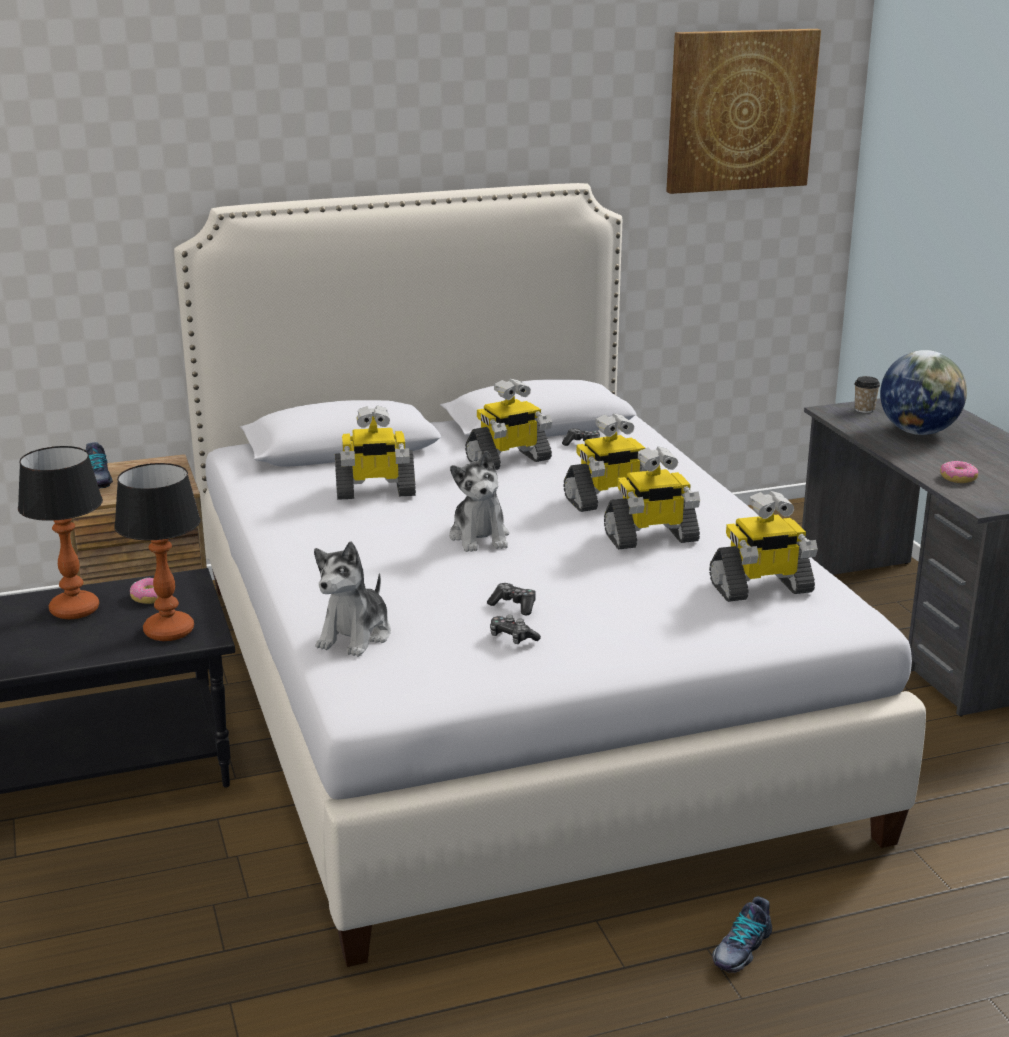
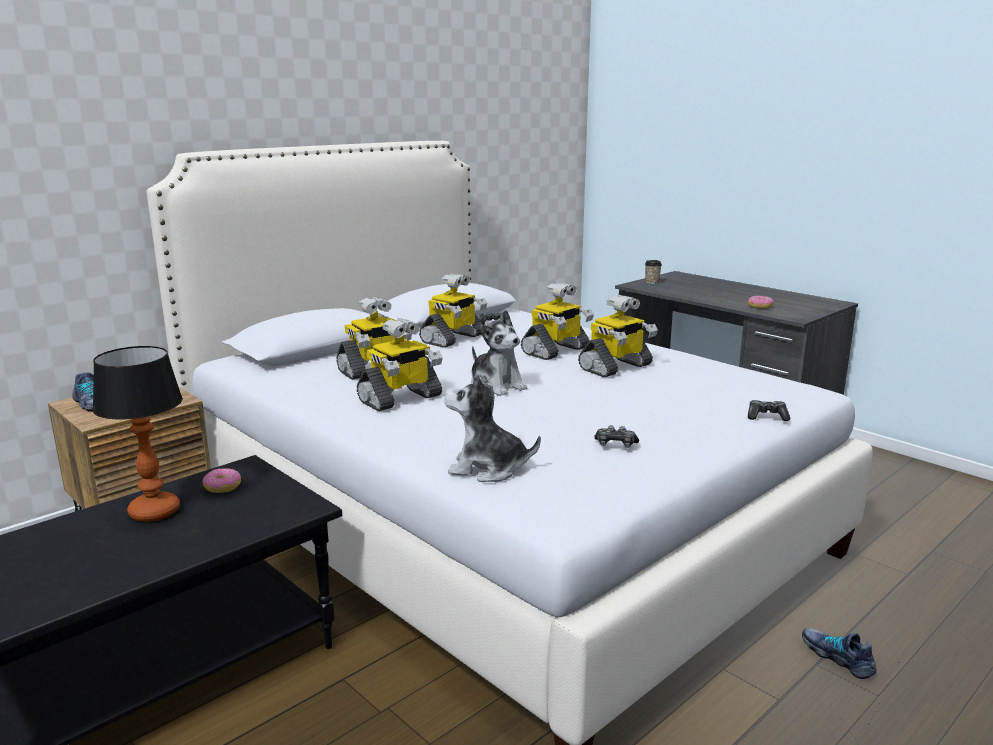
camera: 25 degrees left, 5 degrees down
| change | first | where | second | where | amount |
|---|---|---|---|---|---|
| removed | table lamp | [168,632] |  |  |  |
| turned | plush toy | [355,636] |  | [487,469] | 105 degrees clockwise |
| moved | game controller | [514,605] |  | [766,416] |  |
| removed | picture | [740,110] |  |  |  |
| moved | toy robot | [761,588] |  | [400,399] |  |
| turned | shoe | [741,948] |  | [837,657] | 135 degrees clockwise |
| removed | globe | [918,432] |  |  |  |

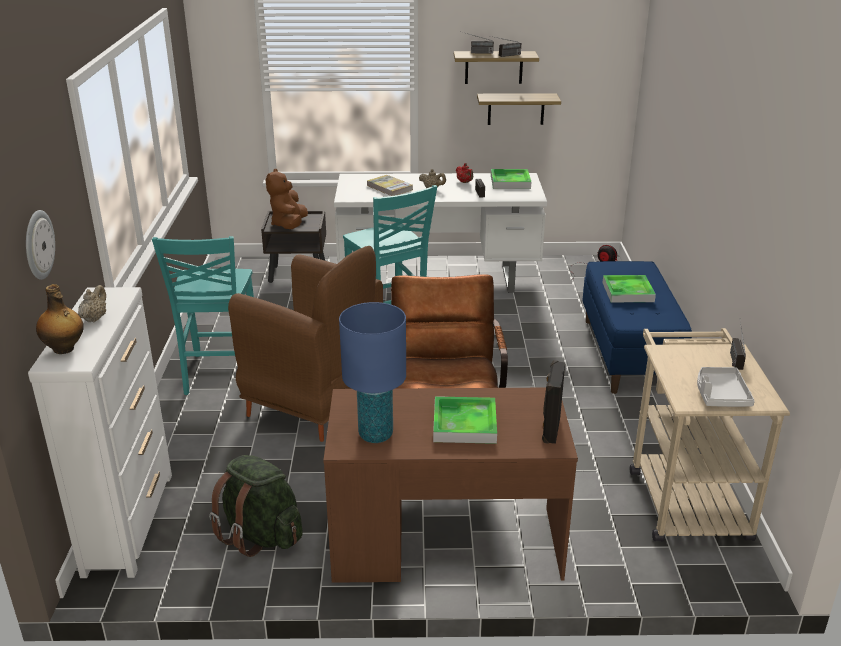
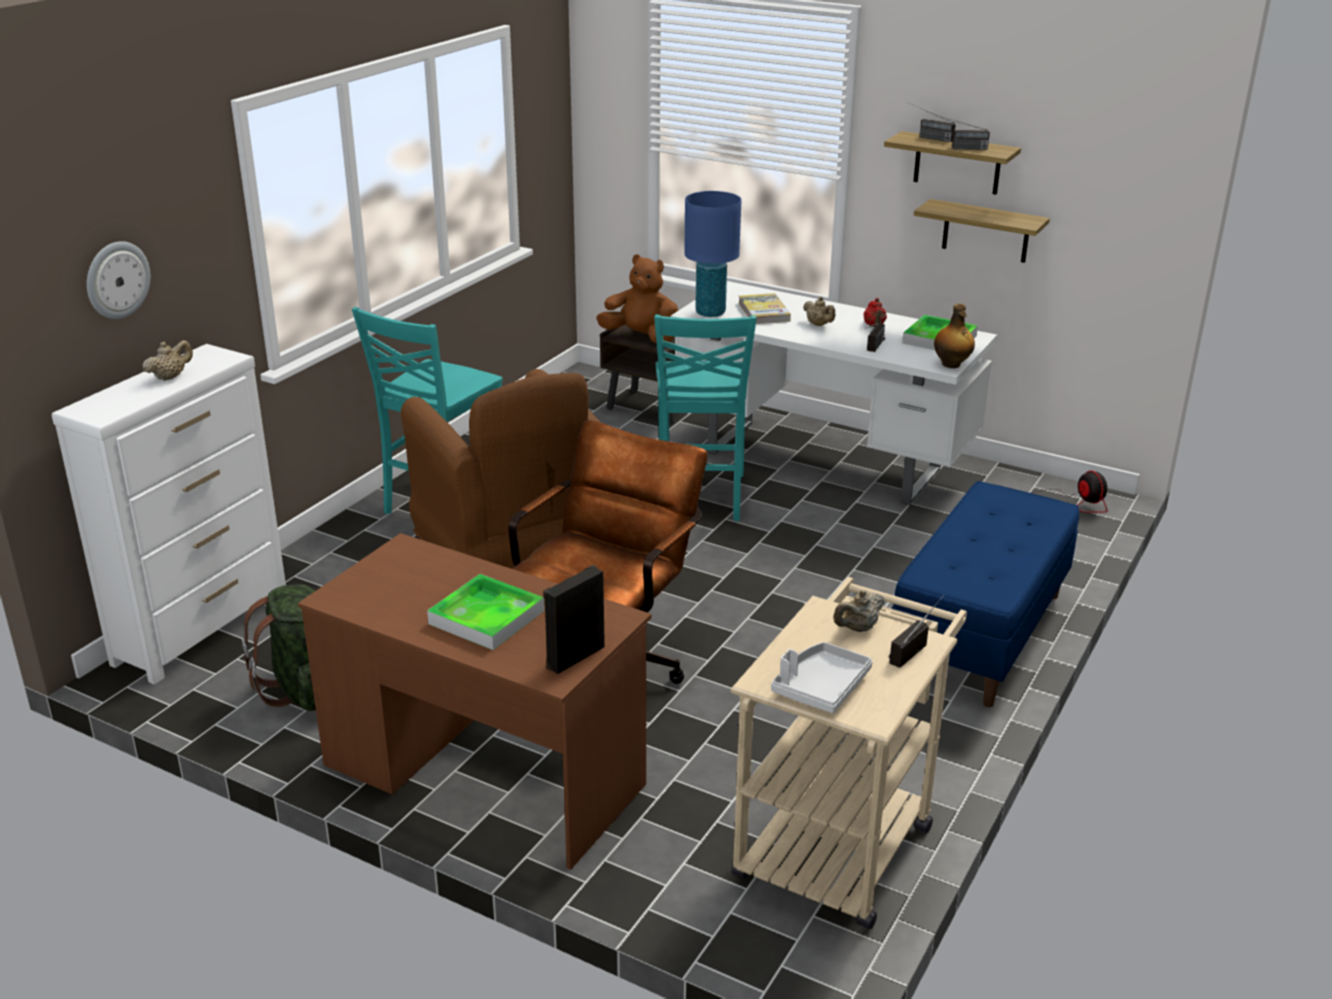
camera: 30 degrees right, 0 degrees up
| change | first | where | second | where | amount |
|---|---|---|---|---|---|
| moved | bottle | [64,349] |  | [951,365] |  |
| turned | brown plush toy | [289,225] |  | [641,337] | 75 degrees clockwise |
| moved | blue table lamp | [376,435] |  | [710,313] |  |
| removed | tray | [628,292] |  |  |  |
| added |  |  | beige teapot | [858,628] |  |

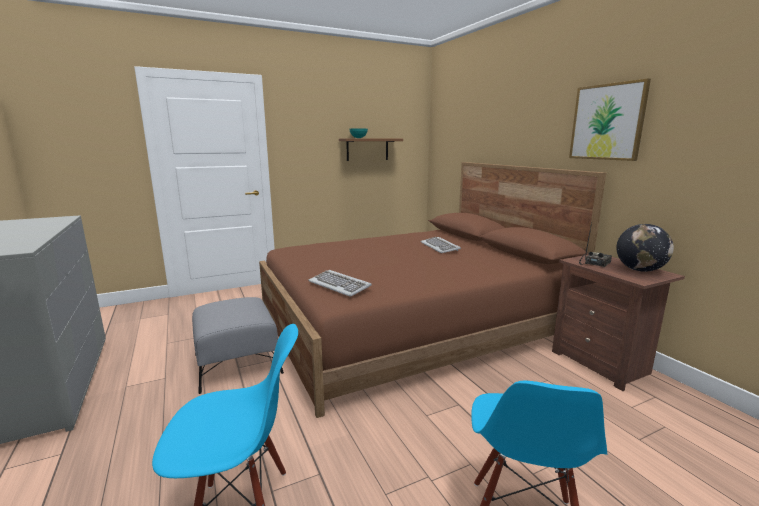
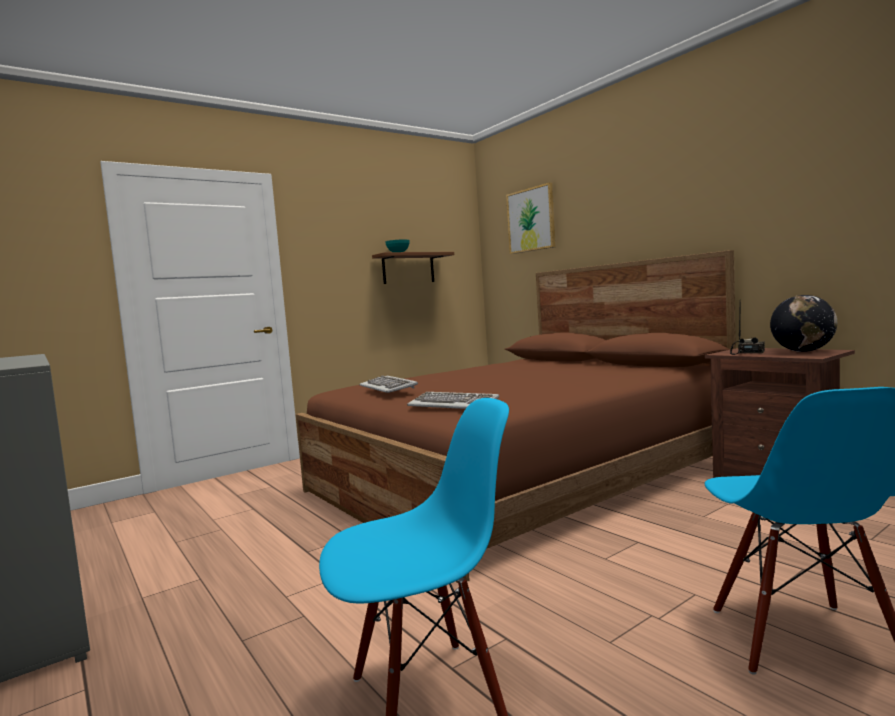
camera: 10 degrees left, 10 degrees down
| change | first | where | second | where | amount |
|---|---|---|---|---|---|
| removed | grey ottoman | [237,364] |  |  |  |
| moved | keyboard | [440,247] |  | [388,387] |  |
| moved | picture | [607,122] |  | [531,220] |  |

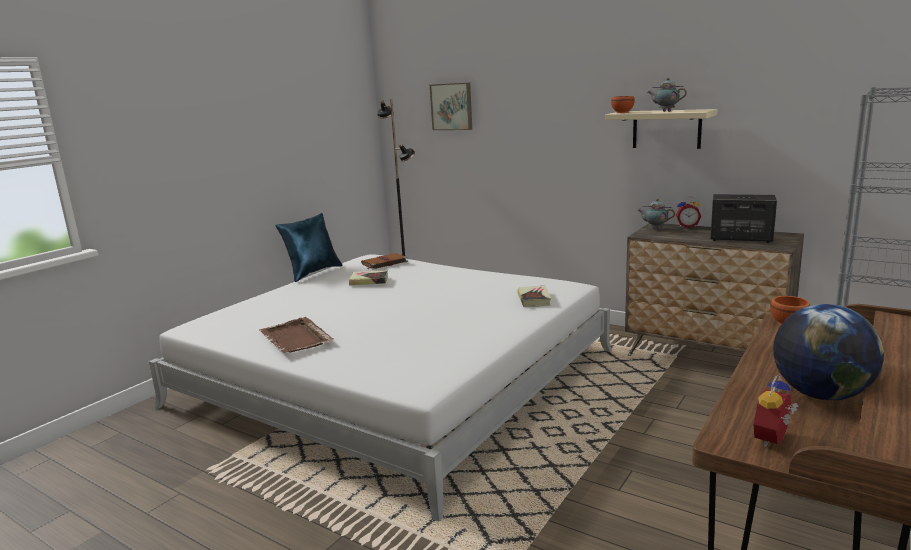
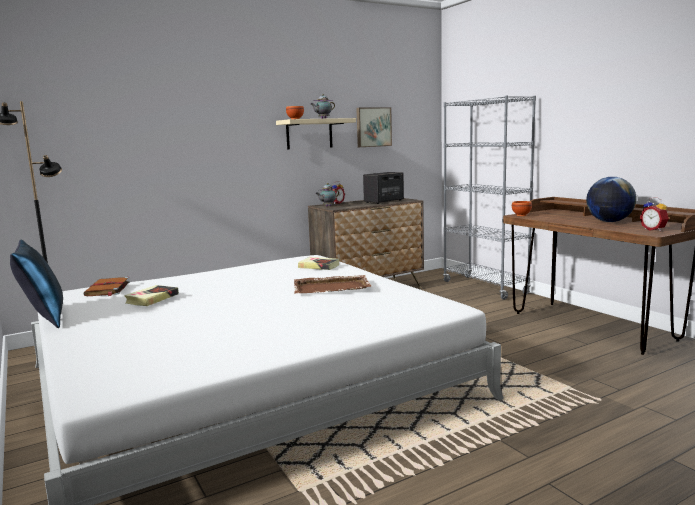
camera: 65 degrees left, 5 degrees down
| change | first | where | second | where | amount |
|---|---|---|---|---|---|
| moved | brown tray | [296,338] |  | [332,287] |  |
| moved | picture | [452,106] |  | [373,127] |  |

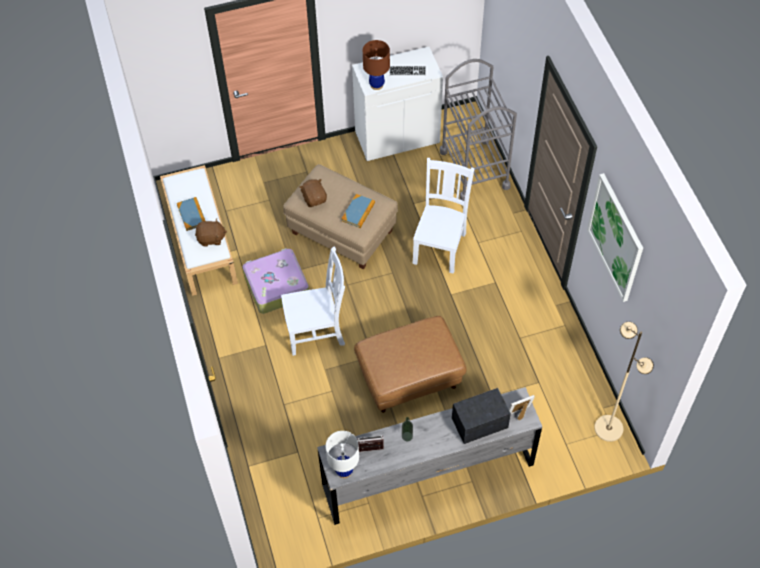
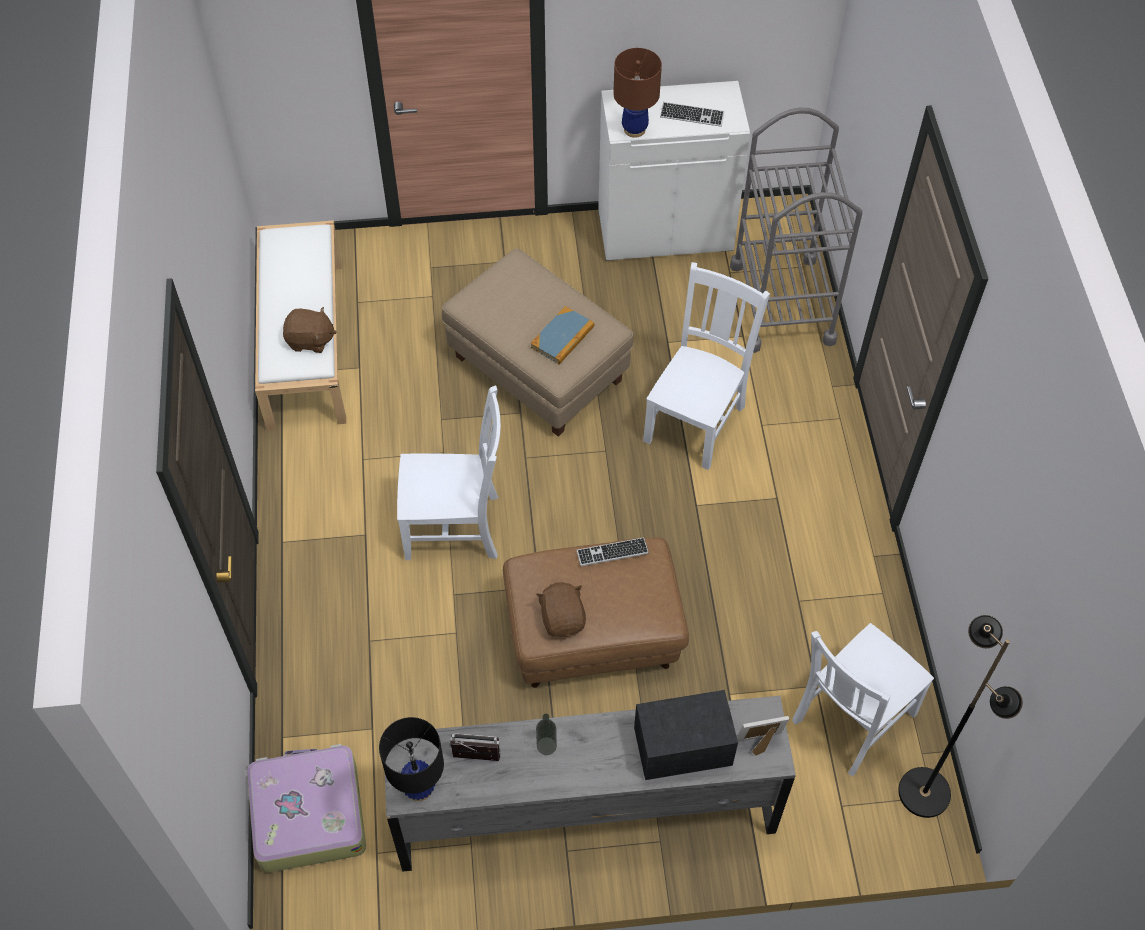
camera: 10 degrees right, 0 degrees up
| change | first | where | second | where | amount |
|---|---|---|---|---|---|
| removed | book | [191,215] |  |  |  |
| moved | suitcase | [276,286] |  | [308,814] |  |
| moved | brown plush toy | [314,199] |  | [563,618] |  |
| recoloured | white table lamp | [344,471] | black table lamp | [419,787] |  |
| removed | picture | [615,237] |  |  |  |
| recoloured | beige floor lamp | [608,428] | black floor lamp | [924,792] |  |
| added |  |  | keyboard | [612,552] |  |
| added |  |  | white chair | [851,719] |  |

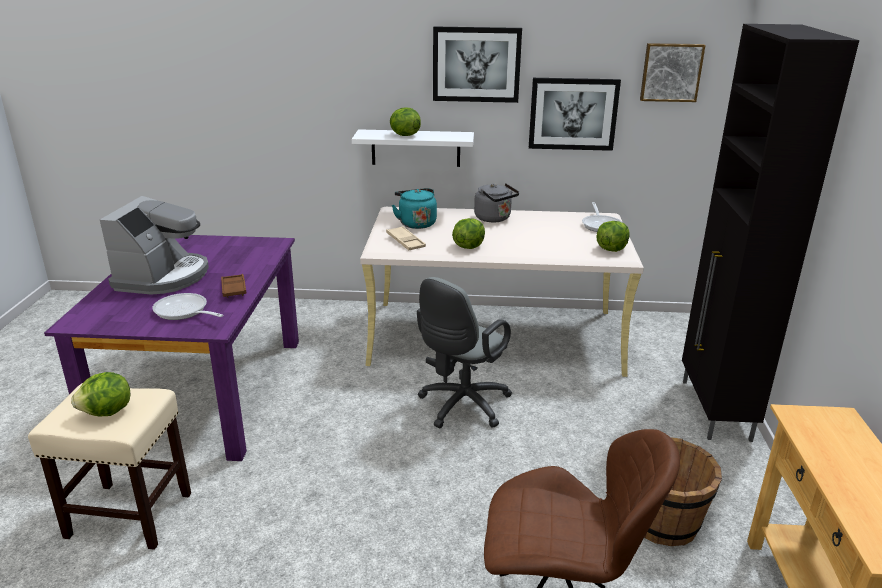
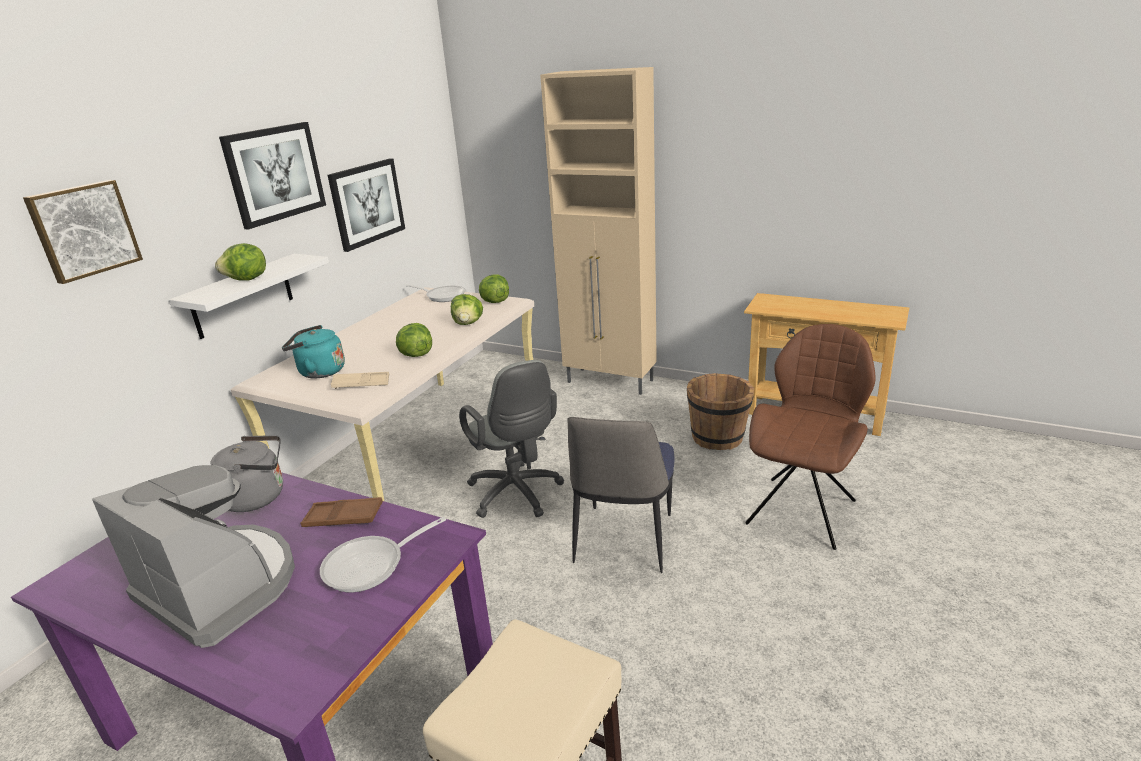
camera: 65 degrees left, 0 degrees up
| change | first | where | second | where | amount |
|---|---|---|---|---|---|
| moved | lettuce | [107,412] |  | [468,323] |  |
| moved | grey kettle | [494,219] |  | [259,497] |  |
| moved | picture | [671,72] |  | [84,230] |  |
| recoloured | black cabinet | [715,410] | beige cabinet | [611,382] |  |
| added |  |  | chair | [623,541] |  |

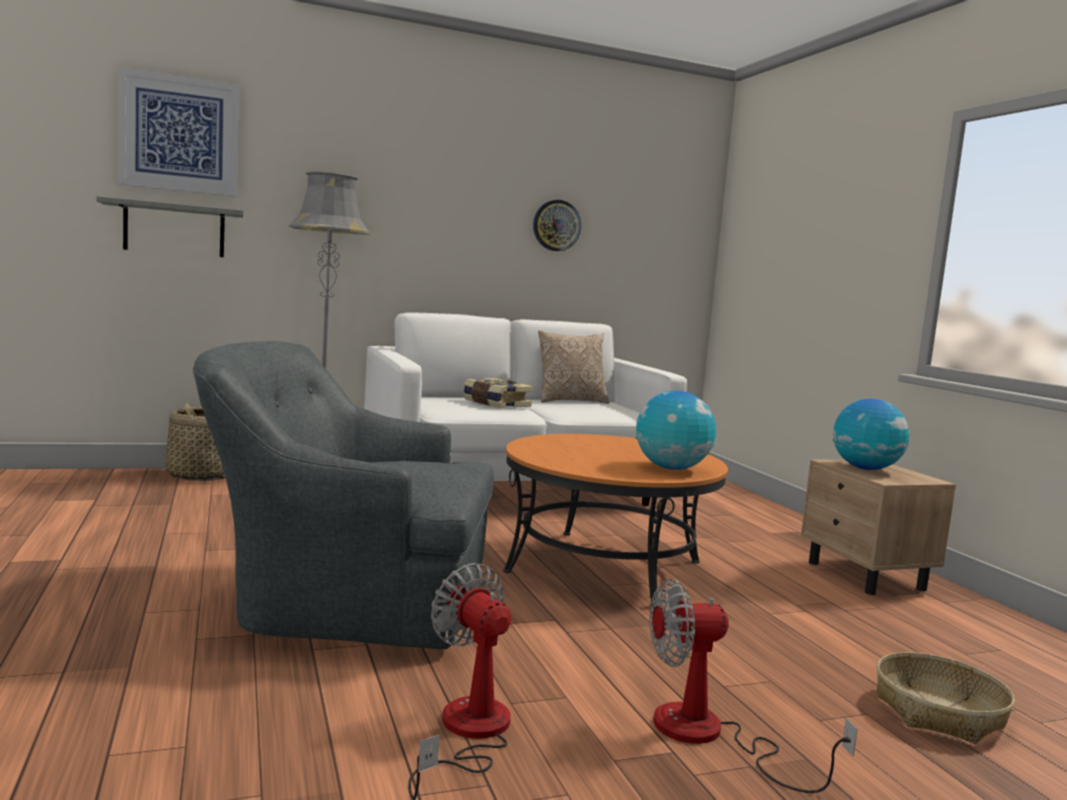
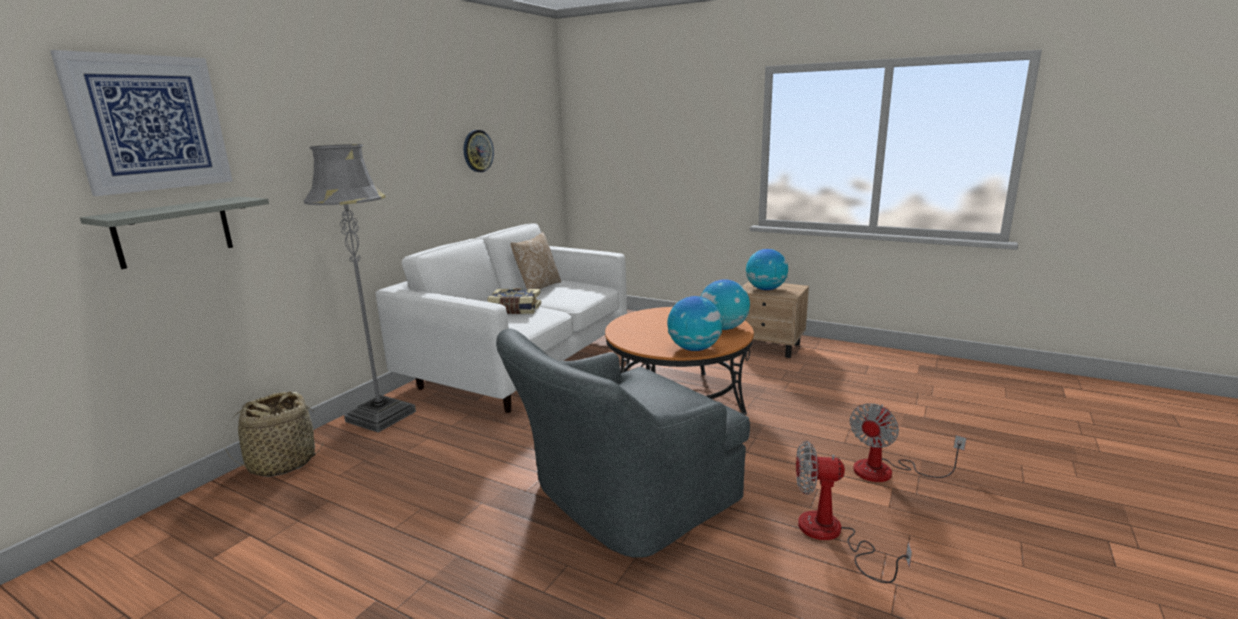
camera: 40 degrees left, 10 degrees up
| change | first | where | second | where | amount |
|---|---|---|---|---|---|
| removed | basket | [939,712] |  |  |  |
| added |  |  | globe | [694,349] |  |

